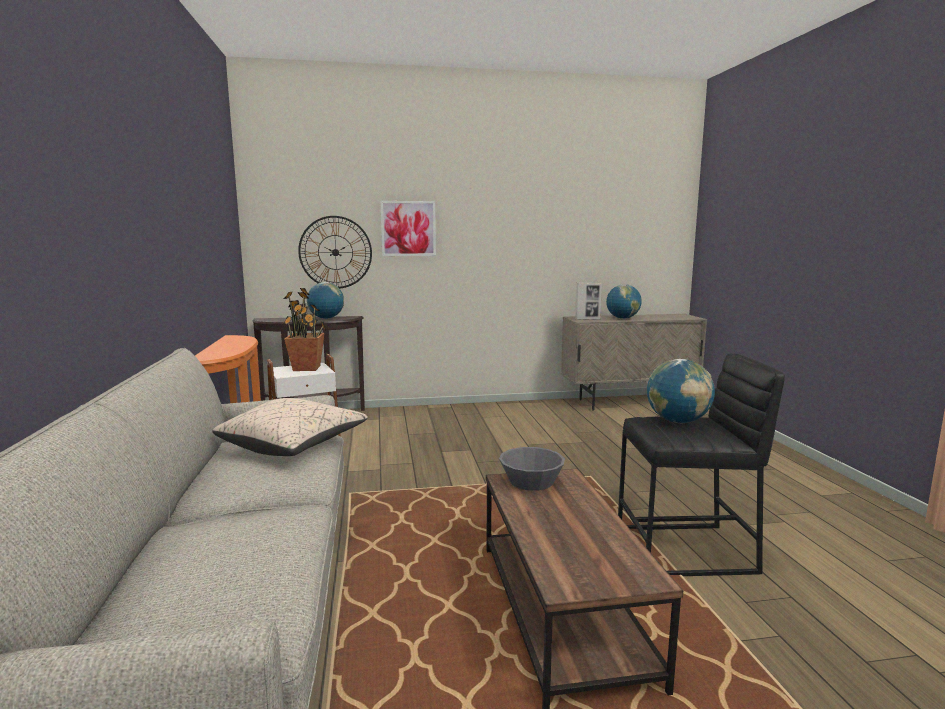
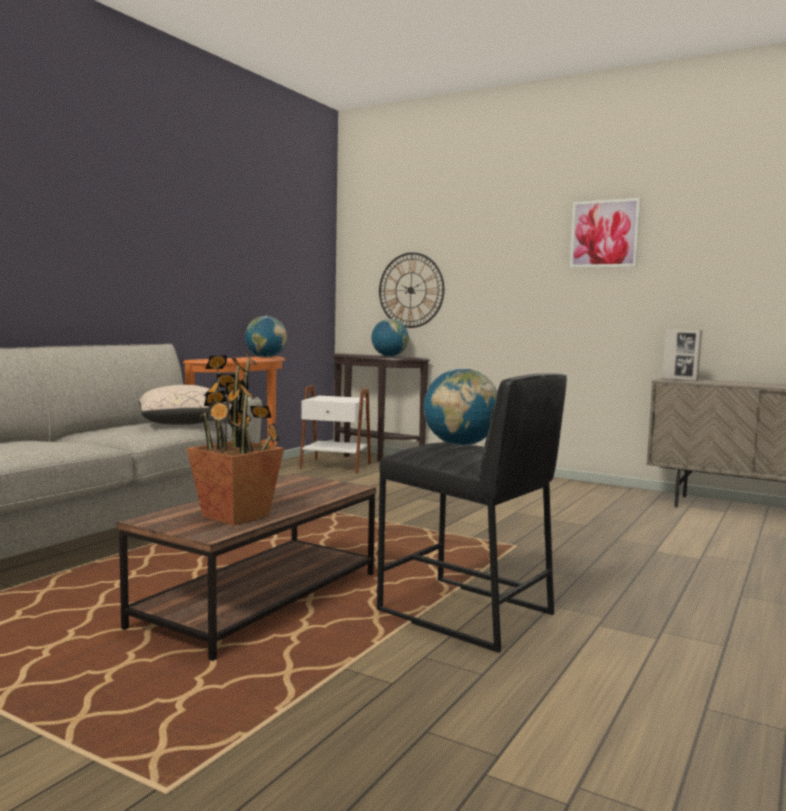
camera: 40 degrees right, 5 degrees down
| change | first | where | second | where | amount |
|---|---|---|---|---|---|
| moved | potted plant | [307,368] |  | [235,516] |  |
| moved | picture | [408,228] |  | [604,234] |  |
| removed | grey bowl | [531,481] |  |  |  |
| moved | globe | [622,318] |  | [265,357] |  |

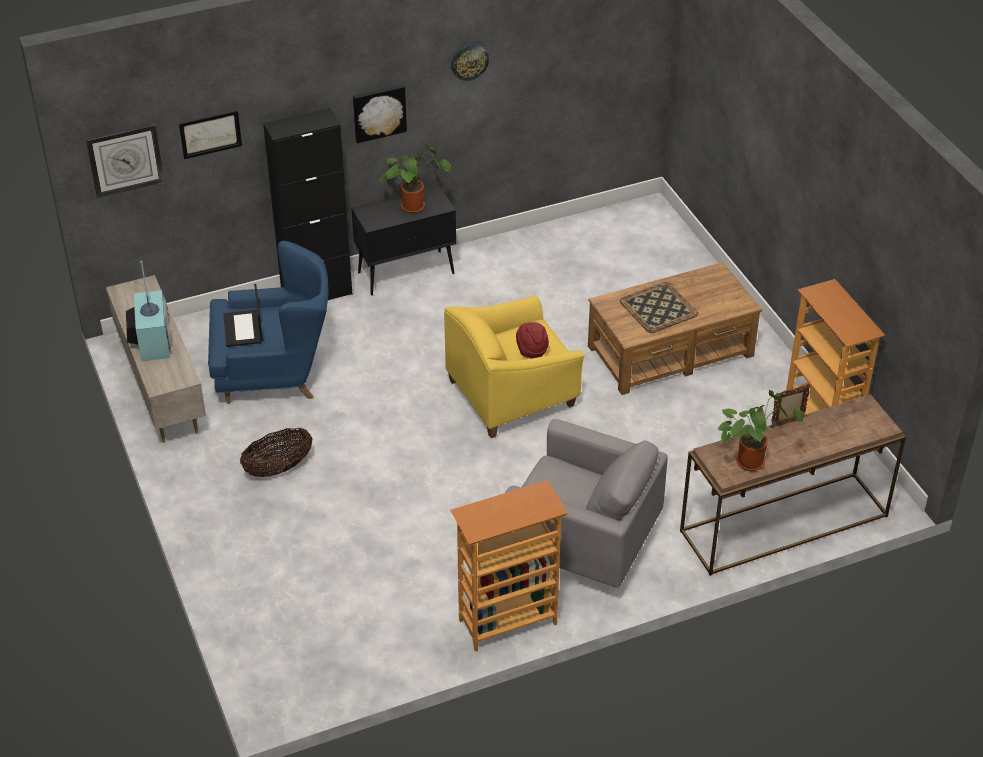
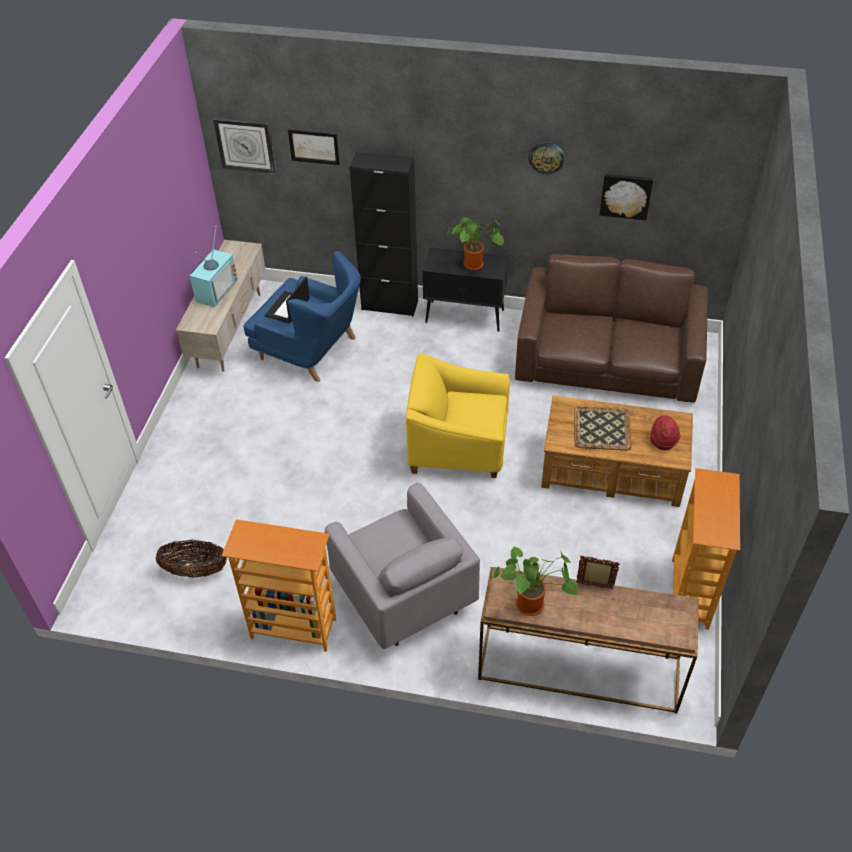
camera: 35 degrees right, 5 degrees up
| change | first | where | second | where | amount |
|---|---|---|---|---|---|
| moved | basket | [278,468] |  | [195,570] |  |
| moved | picture | [379,112] |  | [625,195] |  |
| moved | red hat | [531,350] |  | [662,441] |  |
| added |  |  | brown sofa | [607,358] |  |

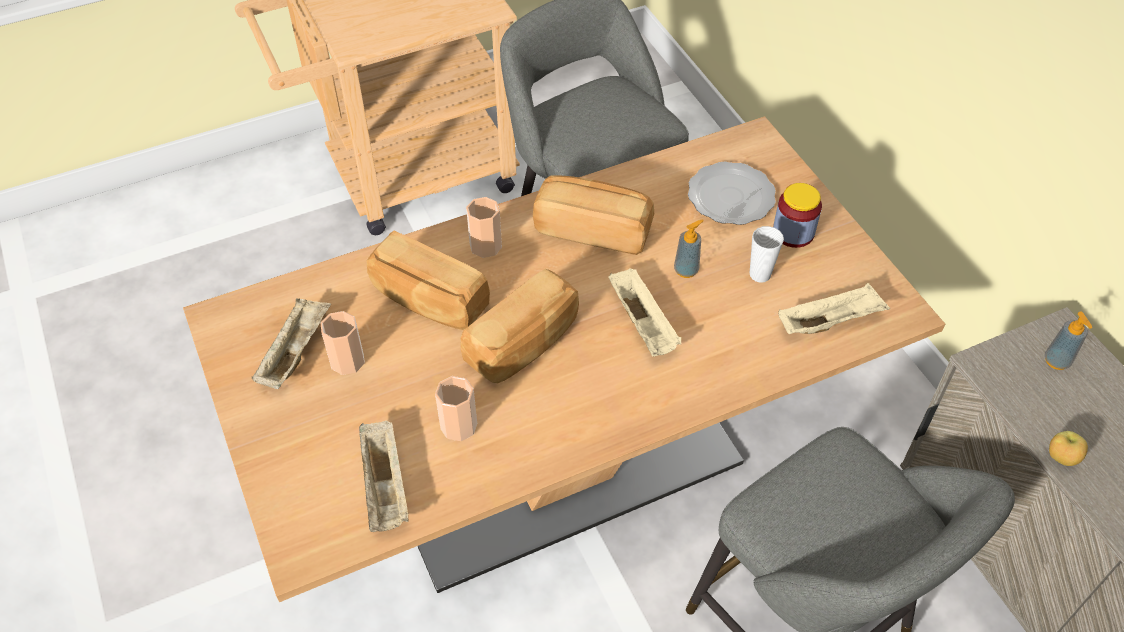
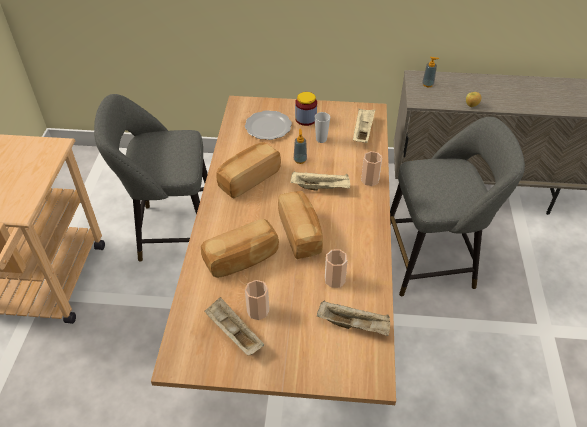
camera: 60 degrees left, 5 degrees down
| change | first | where | second | where | amount |
|---|---|---|---|---|---|
| moved | cup | [485,246] |  | [370,180] |  |

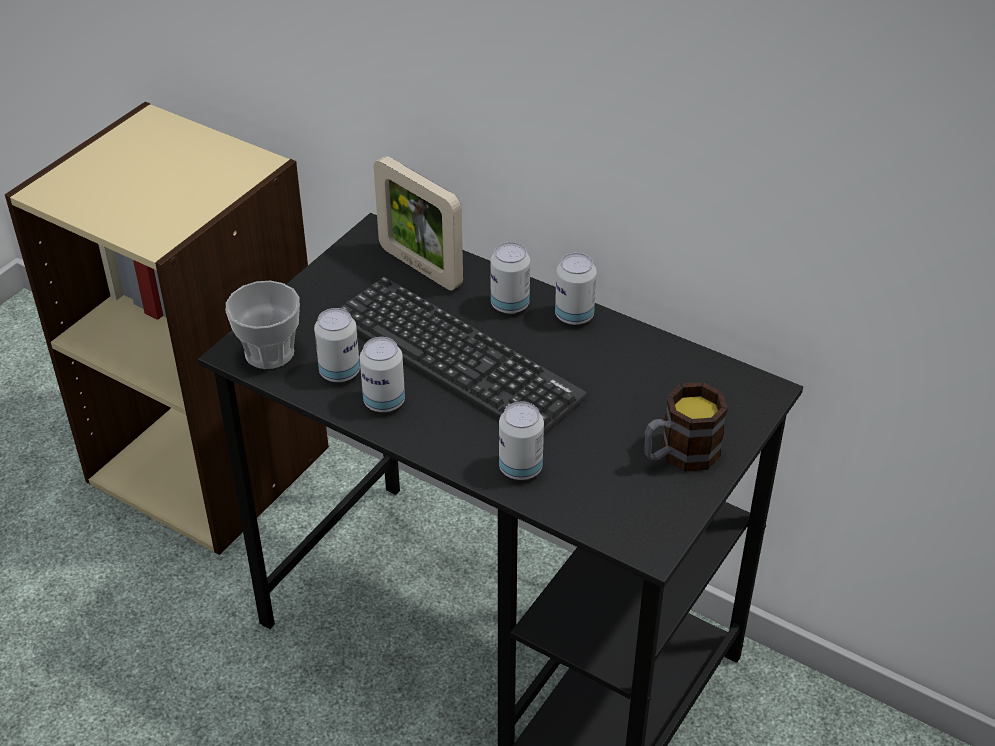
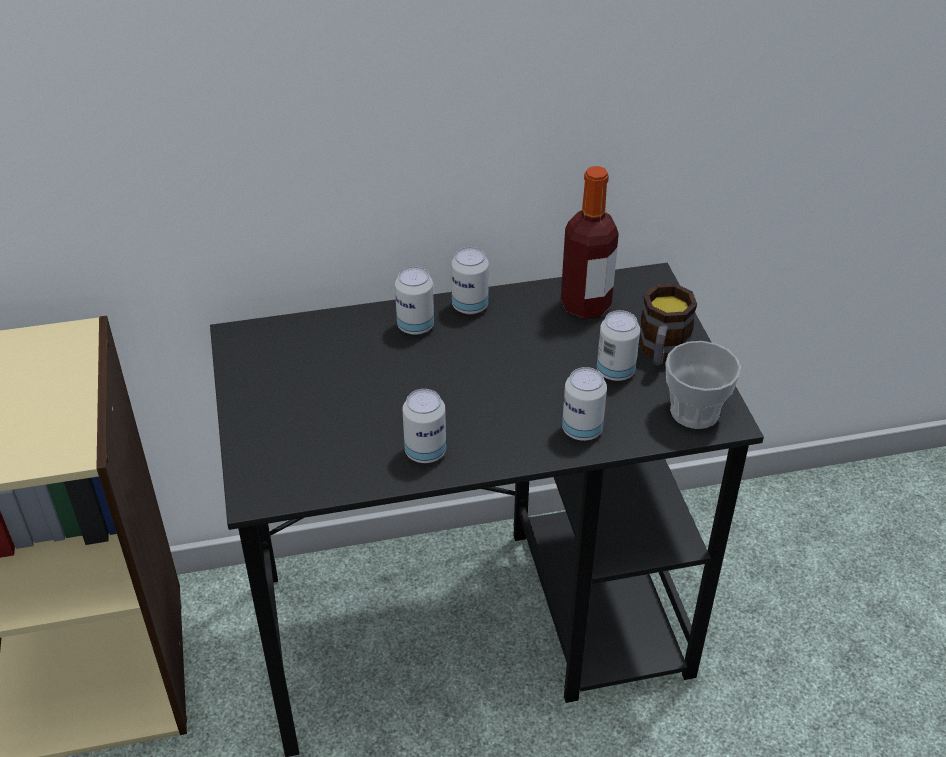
camera: 45 degrees left, 0 degrees up
| change | first | where | second | where | amount |
|---|---|---|---|---|---|
| moved | cup | [269,352] |  | [694,412] |  |
| moved | can | [339,372] |  | [615,371] |  |
| removed | keyboard | [455,357] |  |  |  |
| removed | picture frame | [420,267] |  |  |  |
| added |  |  | bottle | [585,305] |  |

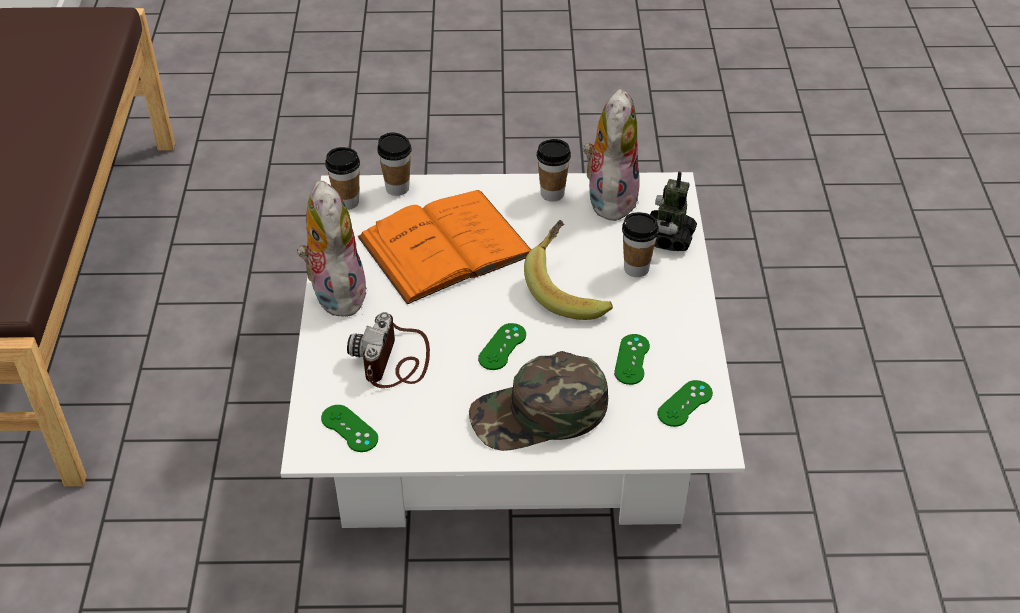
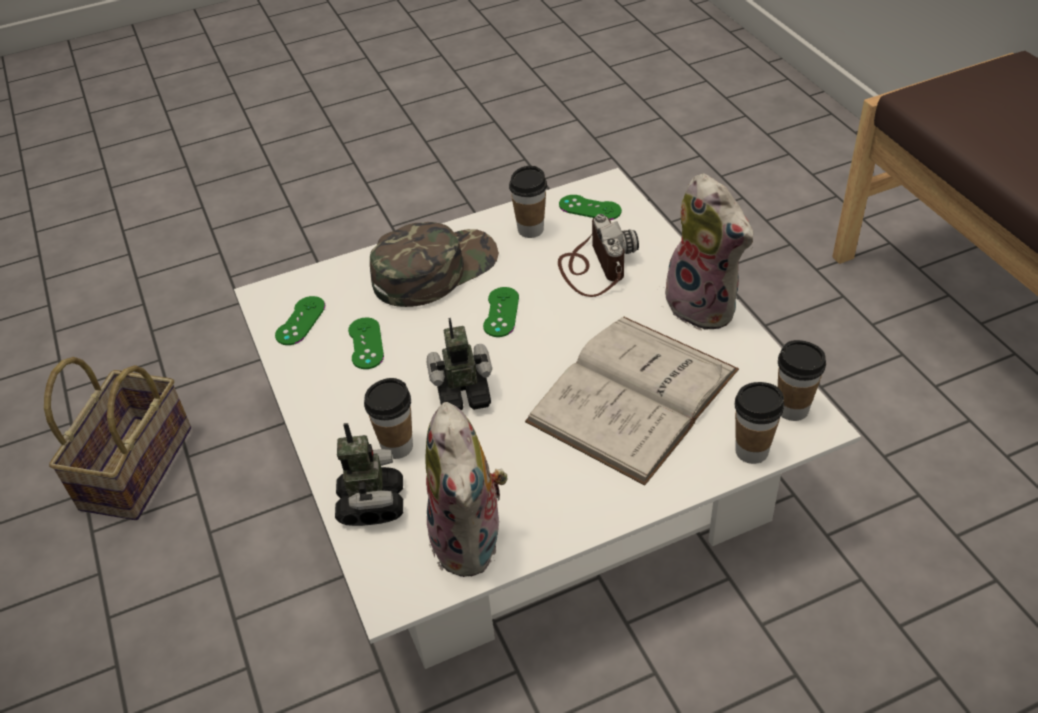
camera: 160 degrees right, 0 degrees up
| change | first | where | second | where | amount |
|---|---|---|---|---|---|
| recoloured | orange book | [445,246] | white book | [633,395] |  |
| replaced | banana | [570,289] | toy robot | [463,395] |  |
| moved | cup | [552,194] |  | [530,229] |  |
| added |  |  | basket | [136,465] |  |

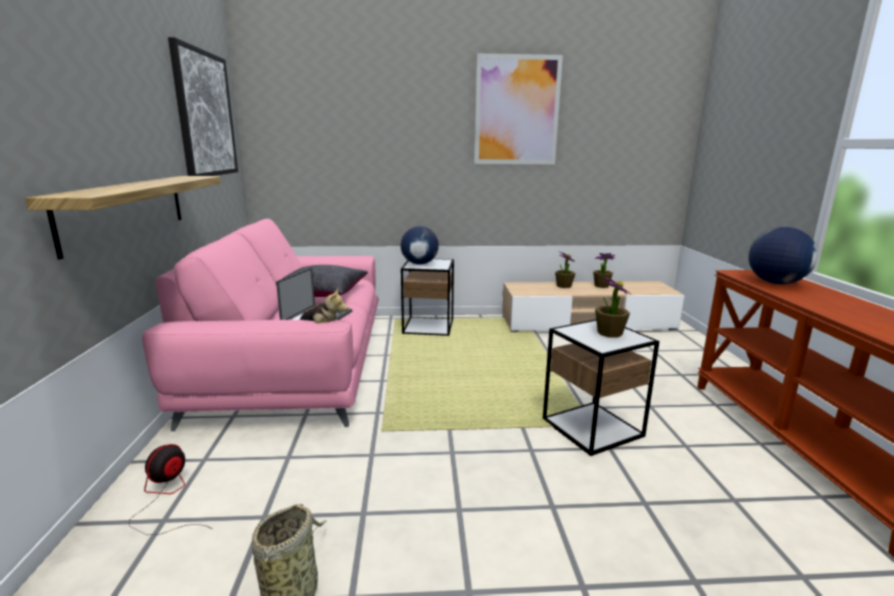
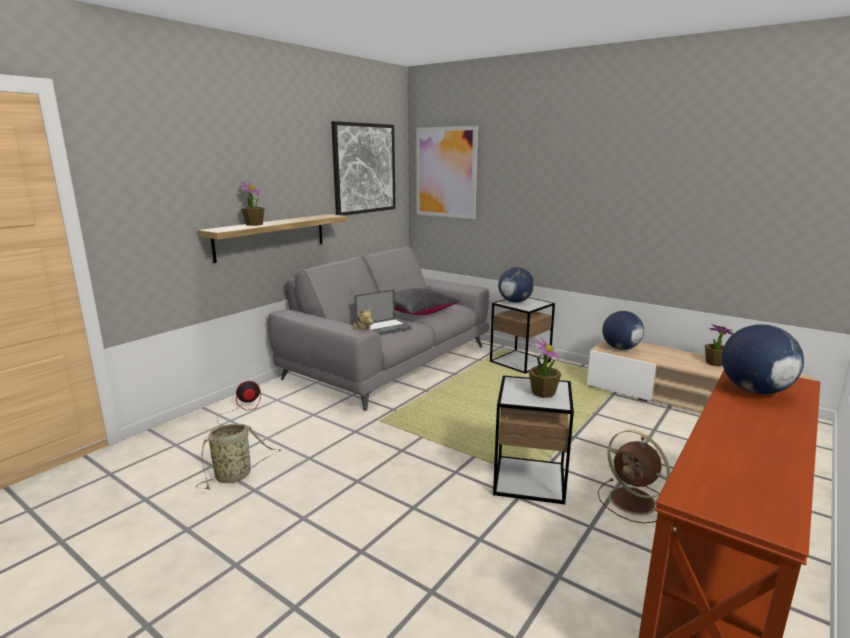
camera: 40 degrees right, 0 degrees up
| change | first | where | second | where | amount |
|---|---|---|---|---|---|
| recoloured | pink sofa | [296,363] | grey sofa | [390,361] |  |
| moved | picture | [516,111] |  | [446,172] |  |
| moved | potted plant | [563,286] |  | [254,224] |  |
| added |  |  | brown fan | [634,502] |  |
| added |  |  | globe | [620,348] |  |

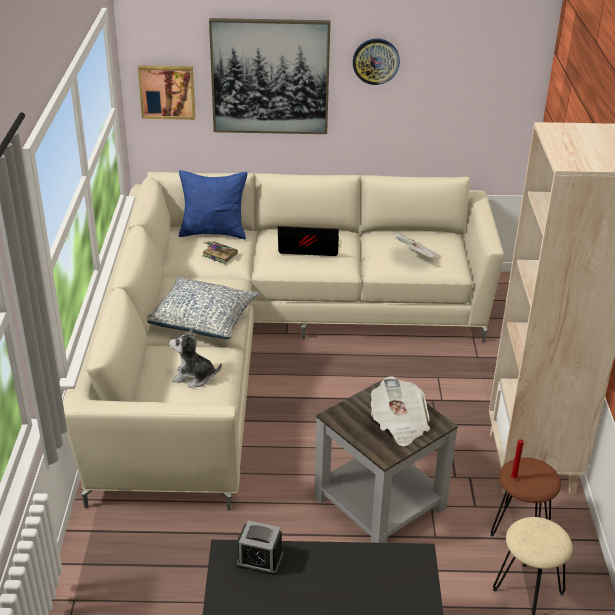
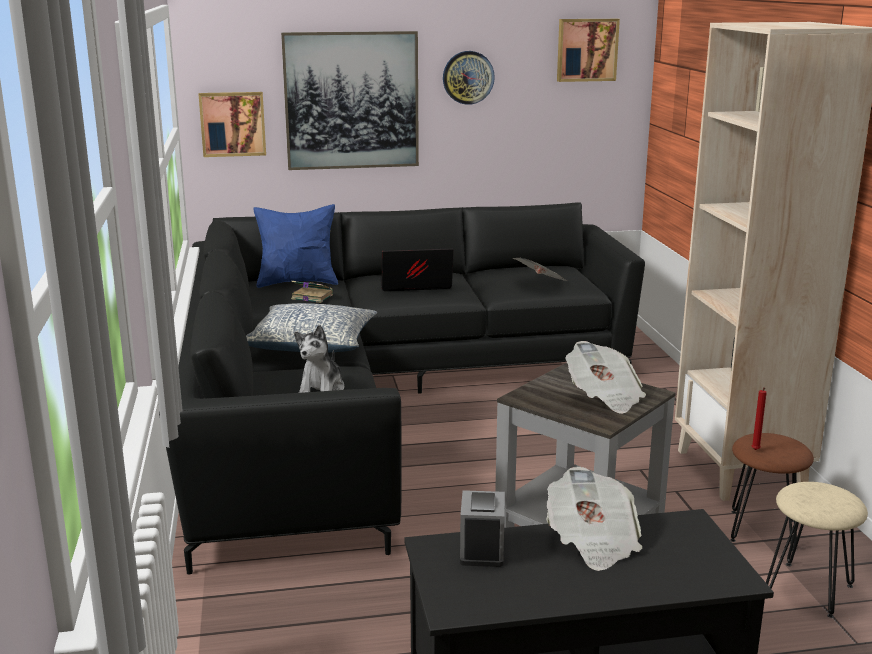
camera: 10 degrees left, 15 degrees down
| change | first | where | second | where | amount |
|---|---|---|---|---|---|
| recoloured | beige sofa | [259,344] | black sofa | [369,401] |  |
| turned | plush toy | [194,377] |  | [321,389] | 75 degrees counterclockwise |
| turned | alarm clock | [260,560] |  | [482,549] | 90 degrees clockwise |
| added |  |  | newspaper | [592,542] |  |
| added |  |  | picture | [586,50] |  |

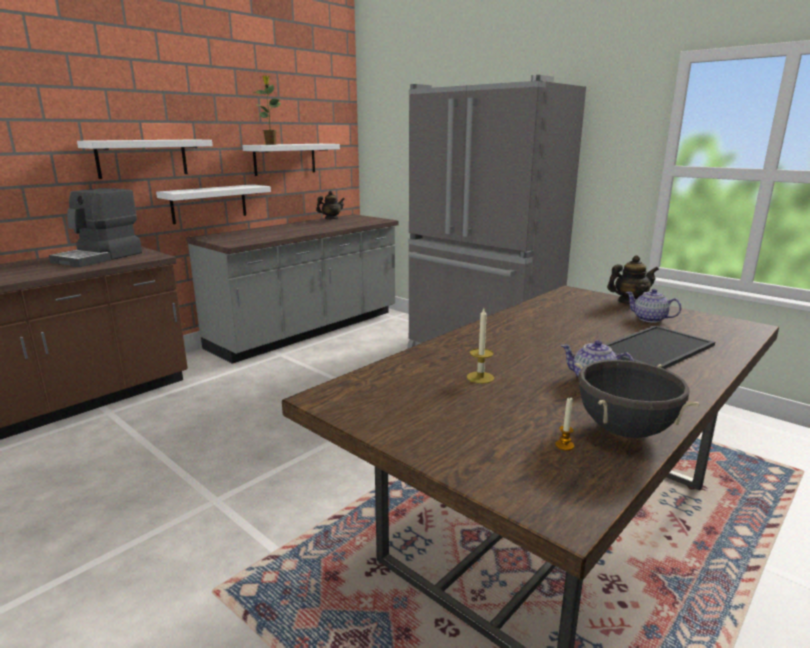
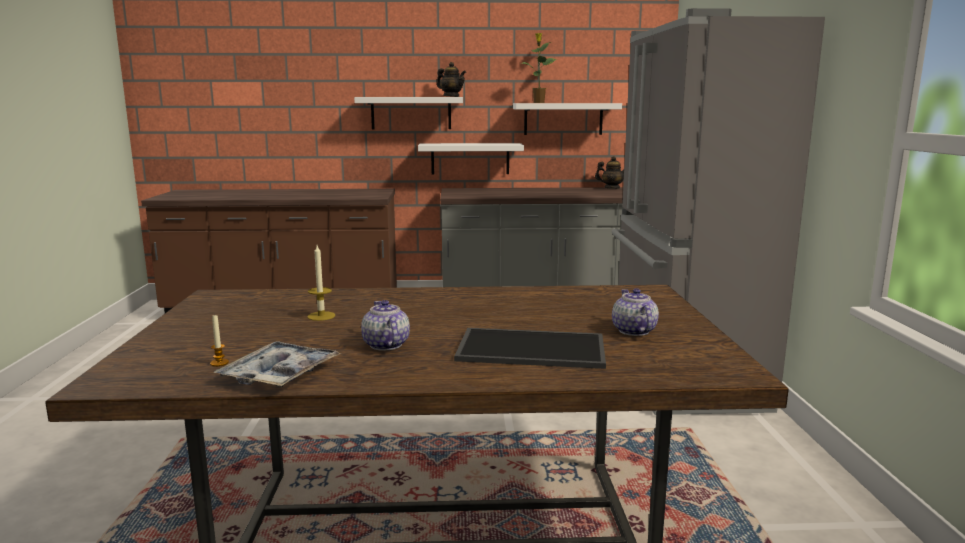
camera: 45 degrees right, 5 degrees down
| change | first | where | second | where | amount |
|---|---|---|---|---|---|
| removed | coffee machine | [100,257] |  |  |  |
| replaced | black cooking pot | [625,430] | tray | [279,374] |  |
| moved | teapot | [629,302] |  | [451,96] |  |

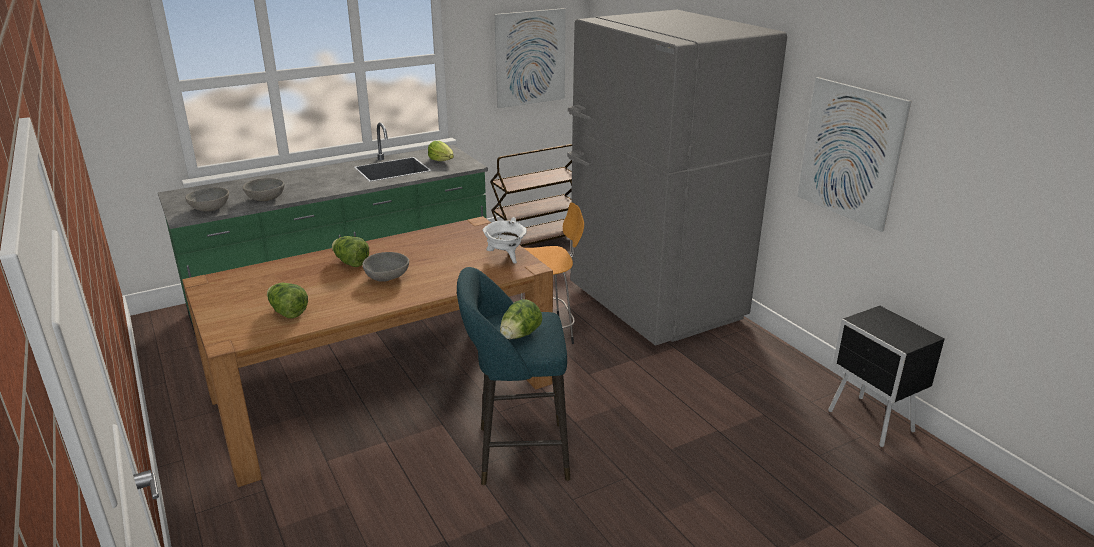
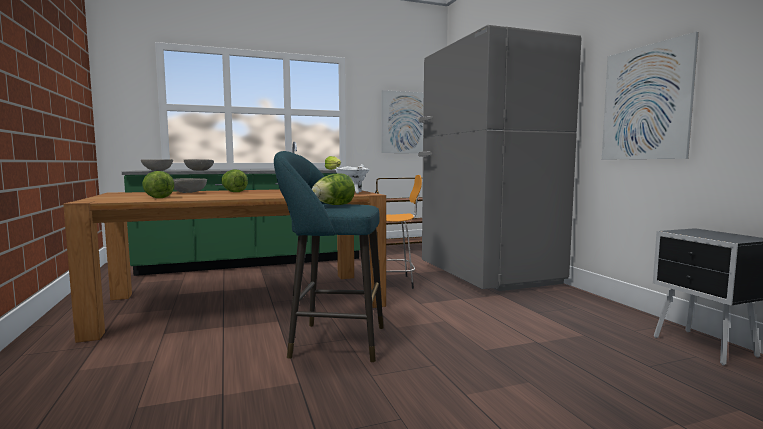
camera: 10 degrees right, 20 degrees down
| change | first | where | second | where | amount |
|---|---|---|---|---|---|
| moved | grey bowl | [386,278] |  | [188,192] |  |

